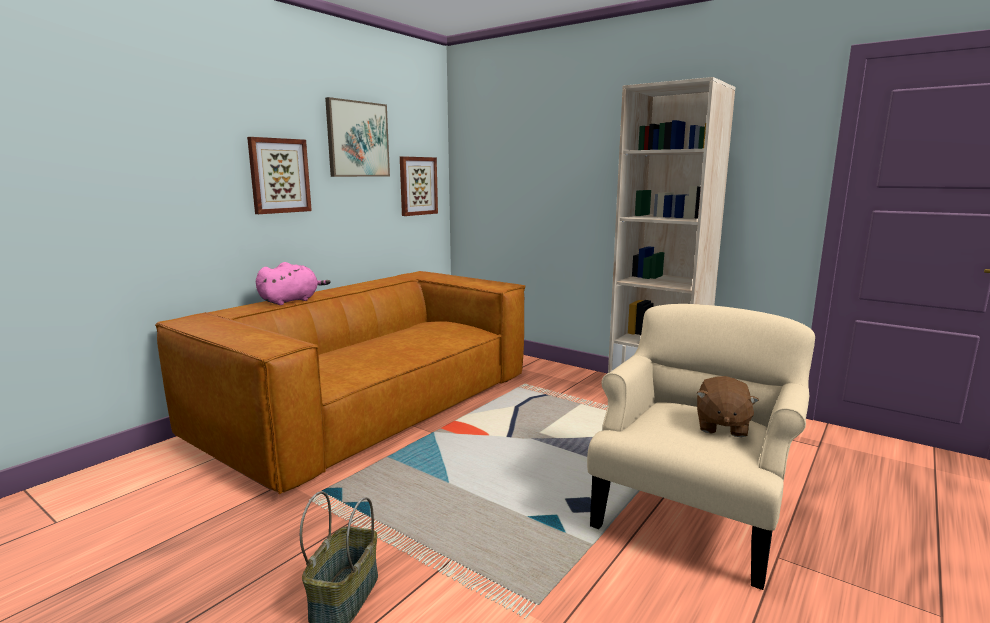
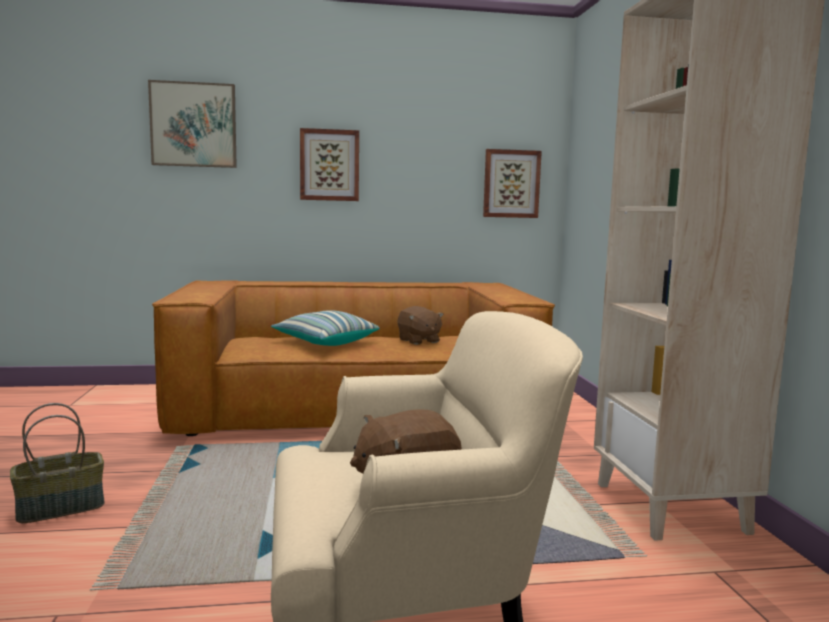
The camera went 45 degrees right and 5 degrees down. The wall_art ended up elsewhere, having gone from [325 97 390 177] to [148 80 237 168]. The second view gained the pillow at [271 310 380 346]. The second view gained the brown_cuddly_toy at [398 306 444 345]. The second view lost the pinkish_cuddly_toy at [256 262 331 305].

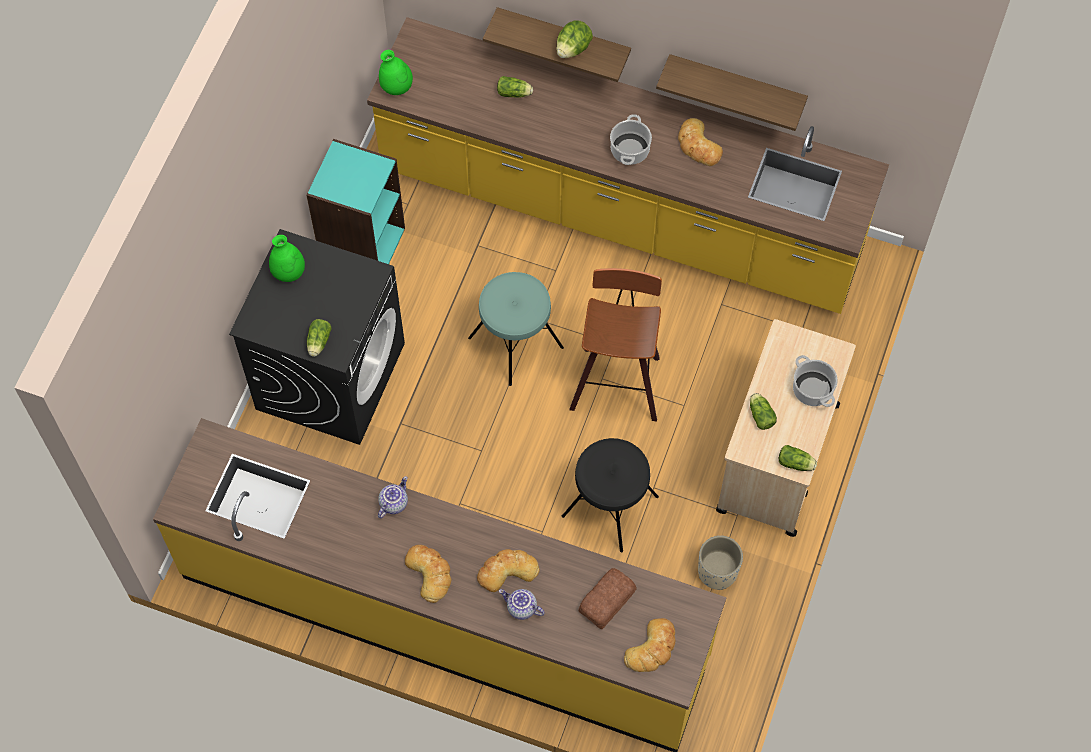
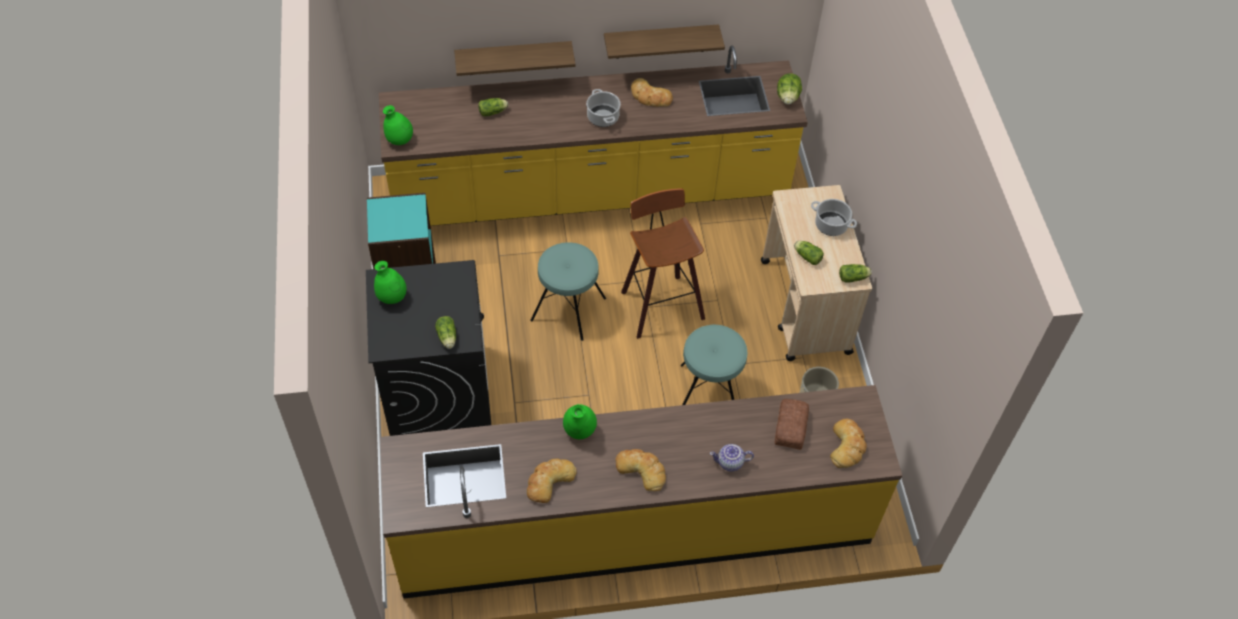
The camera went 30 degrees left and 10 degrees down. The baked_bread ended up elsewhere, having gone from [477 549 540 592] to [527 459 577 503]. Where the tea_pot stood at [378 476 408 518], the green_decorative_vase came to stand at [563 404 597 439]. What was the blackish_sitting_stool at [562 438 659 552] turned into the turquoise-coloured_sitting_stool at [681 325 748 405]. The lettuce ended up elsewhere, having gone from [556 20 593 58] to [777 73 802 105].

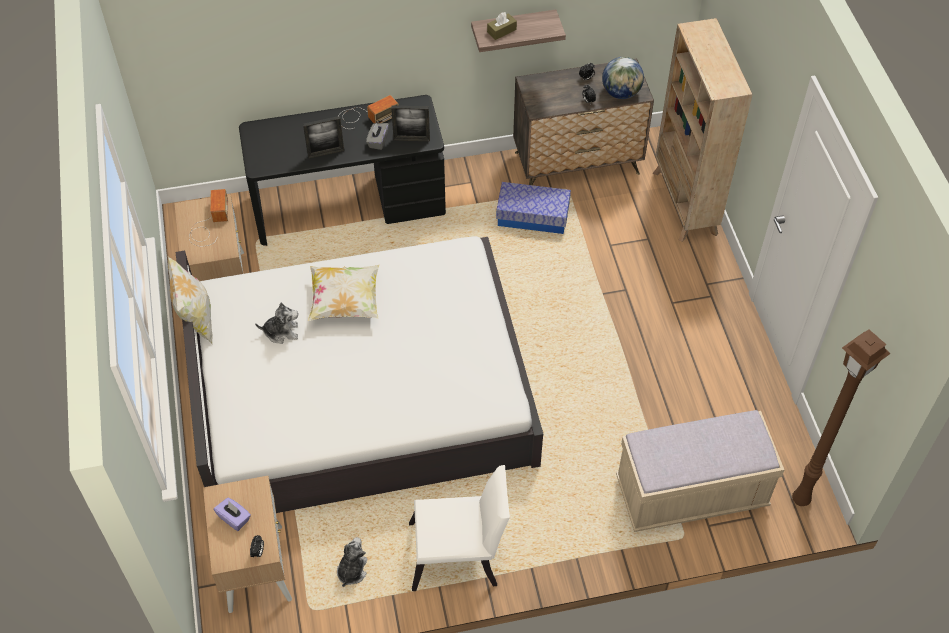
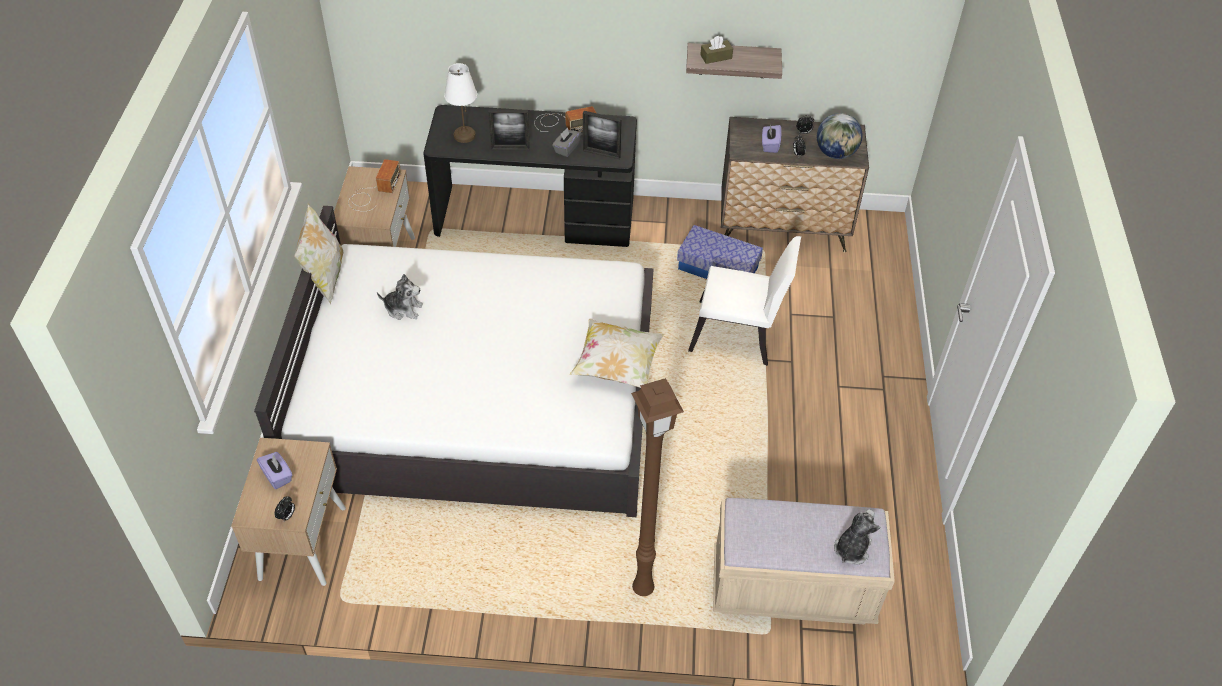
The camera went 15 degrees right and 5 degrees down. The second view gained the whitish_tabletop_lamp at [444 63 477 143]. The pillow ended up elsewhere, having gone from [308 265 379 321] to [570 319 664 388]. The brown_standing_lamp ended up elsewhere, having gone from [792 330 891 506] to [631 378 684 596]. The whitish_upright_chair ended up elsewhere, having gone from [409 465 510 591] to [688 236 801 366]. The second view gained the purple_tissue_box at [762 124 781 153]. The cuddly_toy ended up elsewhere, having gone from [337 537 367 587] to [834 509 880 565]. The second view lost the sand-coloured_bookcase at [653 18 753 242].

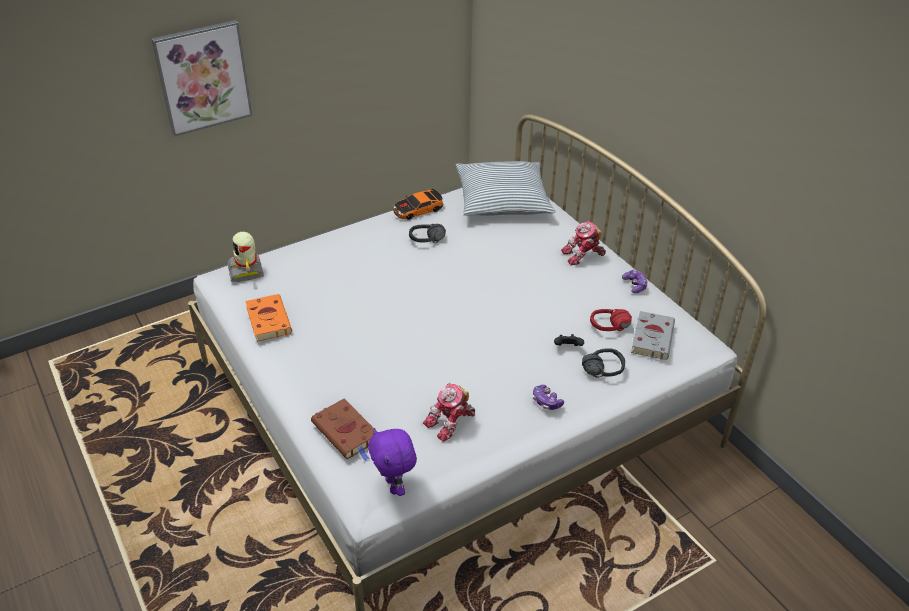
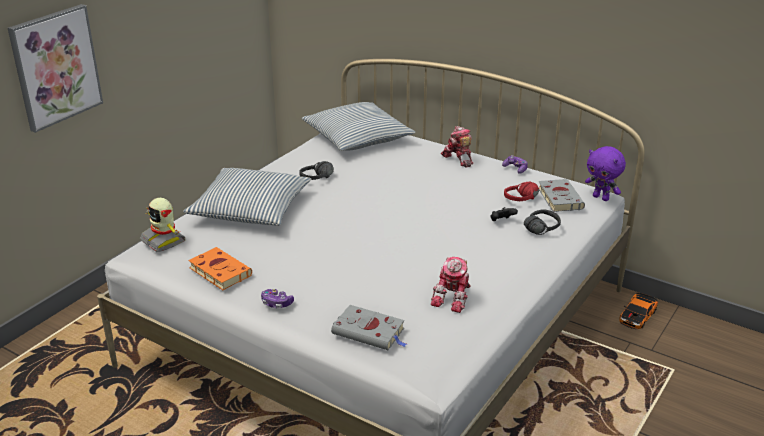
The camera went 25 degrees left and 10 degrees down. The second view gained the pillow at [183 168 311 226]. The game_controller ended up elsewhere, having gone from [533 384 564 410] to [261 289 294 308]. What was the brown_bound_book at [311 399 374 461] turned into the grey_bound_book at [331 305 407 350]. The toy_robot at [561 221 606 266] ended up facing another way, 105 degrees clockwise from before. The purple_cuddly_toy ended up elsewhere, having gone from [368 428 417 496] to [585 146 626 201]. The toy_car ended up elsewhere, having gone from [393 189 443 220] to [619 293 658 329].

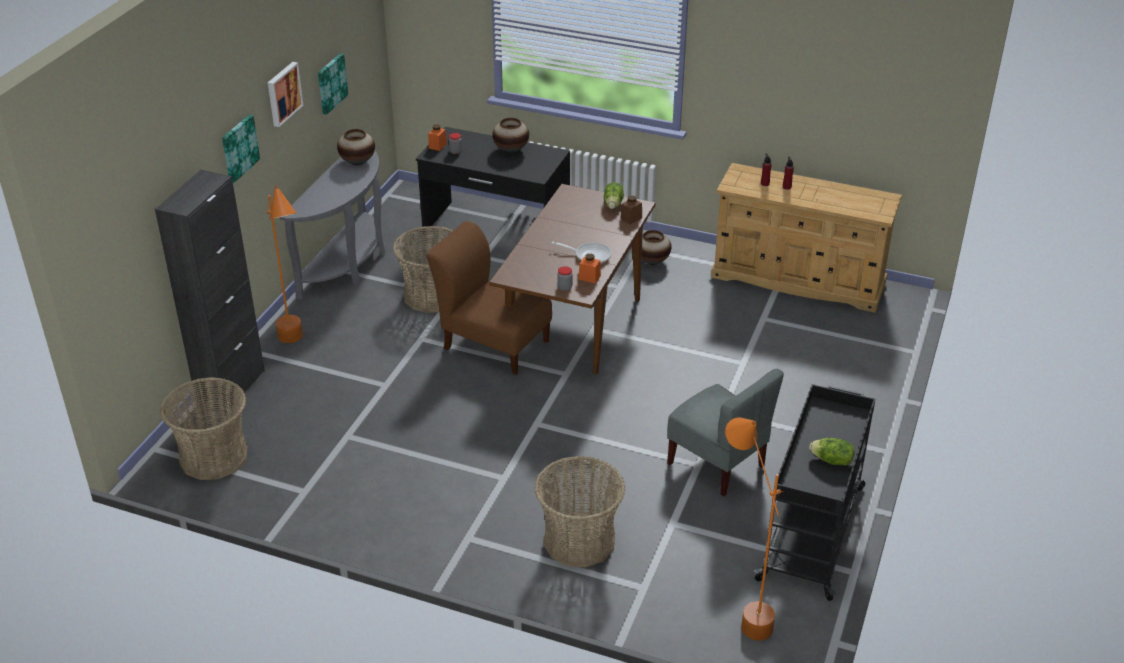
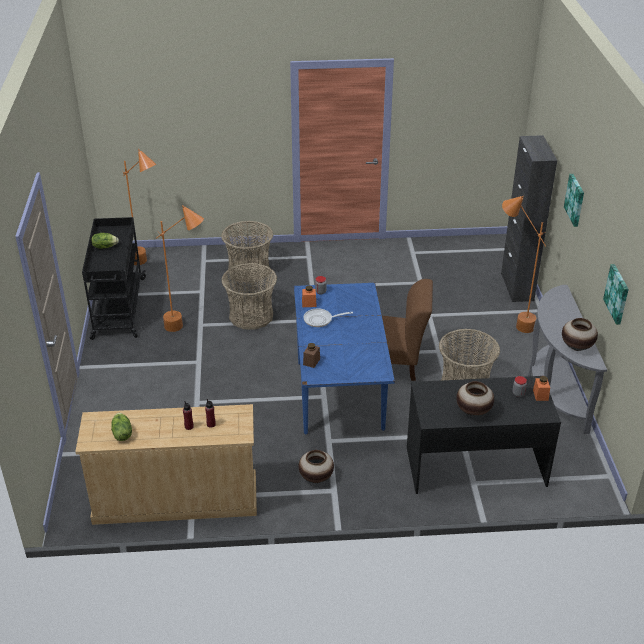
The camera went 155 degrees right and 0 degrees up. The lettuce ended up elsewhere, having gone from [604 182 624 209] to [111 413 132 441]. Where the grey_upright_chair stood at [667 369 784 496], the orangey_standing_lamp came to stand at [156 205 204 332]. The storage_basket ended up elsewhere, having gone from [160 377 248 480] to [221 263 277 330]. What was the brown_kitchen_table at [489 184 656 375] turned into the blue_kitchen_table at [294 283 395 434]. The second view lost the wall_art at [268 62 304 127].

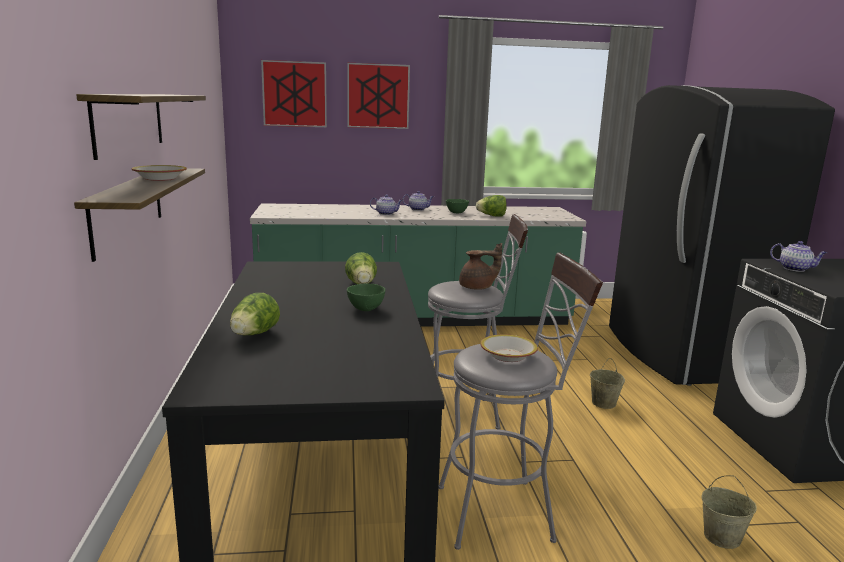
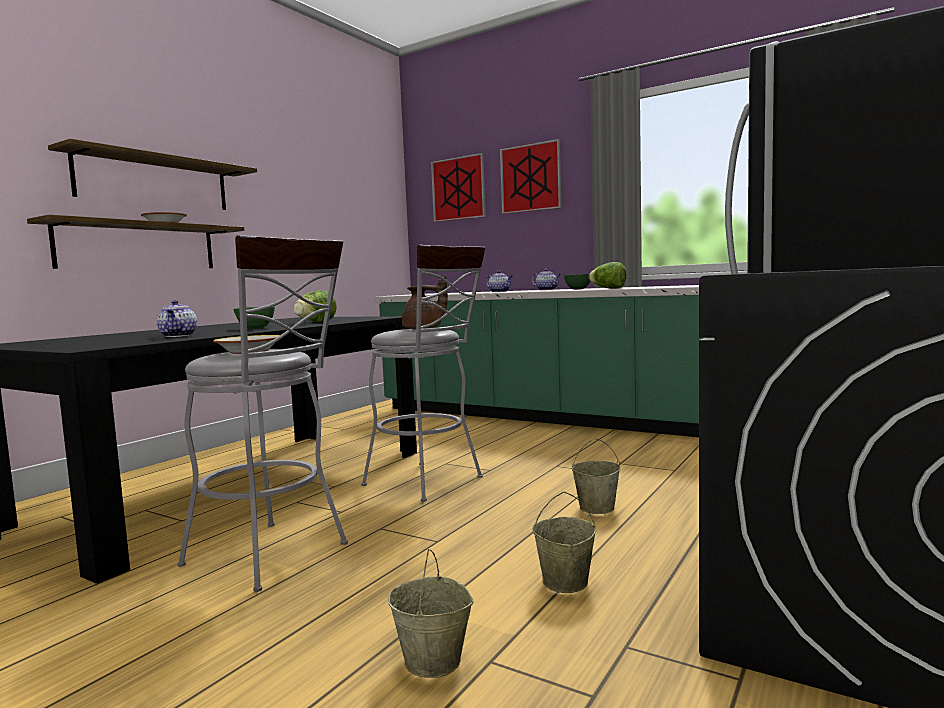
The camera went 40 degrees right and 10 degrees down. The tea_pot ended up elsewhere, having gone from [770 241 827 272] to [157 300 197 337]. The second view gained the sand-coloured_water_bucket at [532 492 597 593]. The second view lost the lettuce at [230 293 280 335].

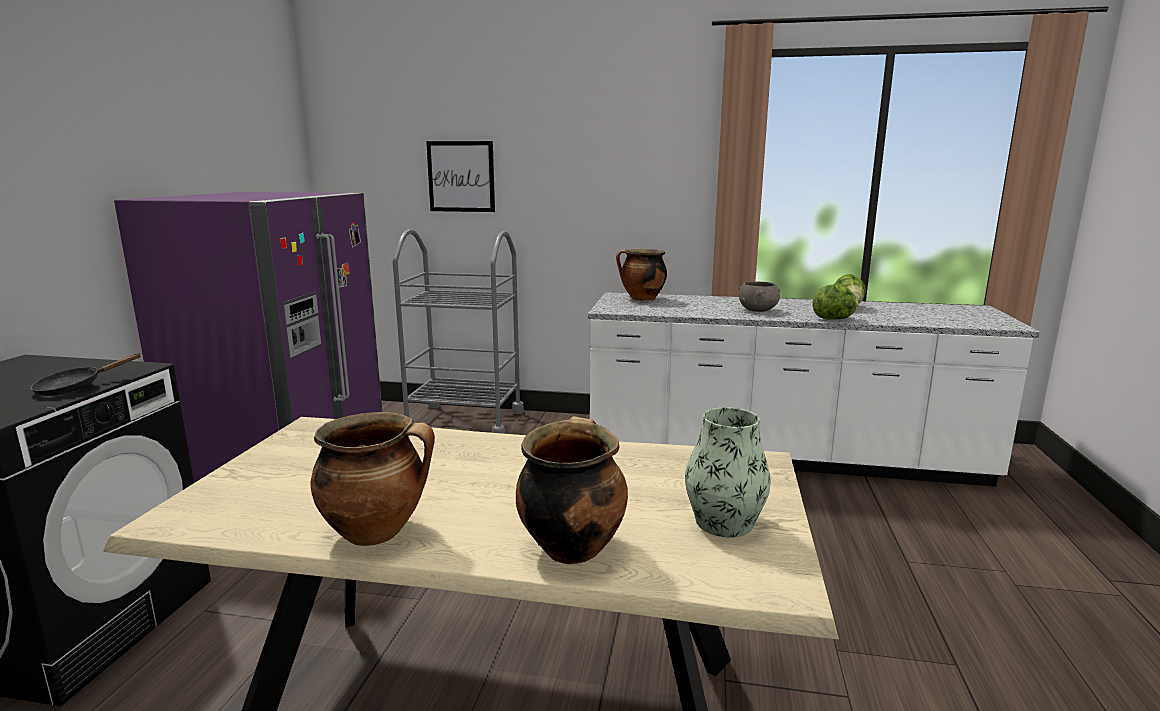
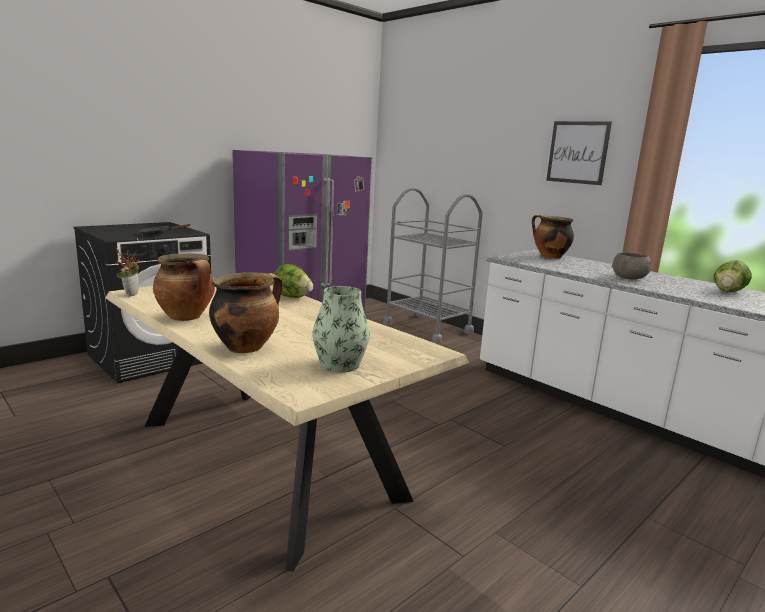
The camera went 35 degrees right and 0 degrees up. The second view gained the houseplant at [116 248 139 297]. The lettuce ended up elsewhere, having gone from [812 284 859 320] to [272 264 313 298]. The wall_art ended up elsewhere, having gone from [426 141 495 212] to [546 121 612 185].

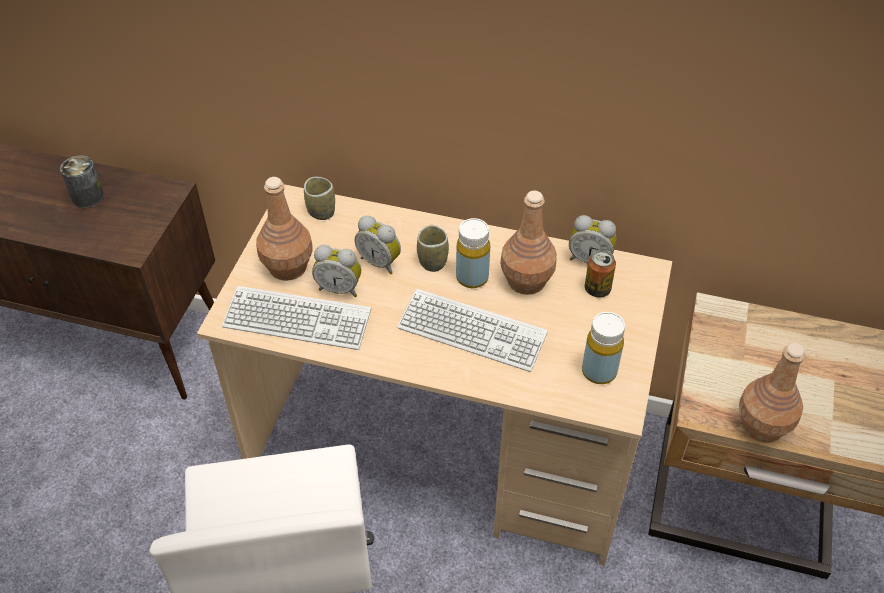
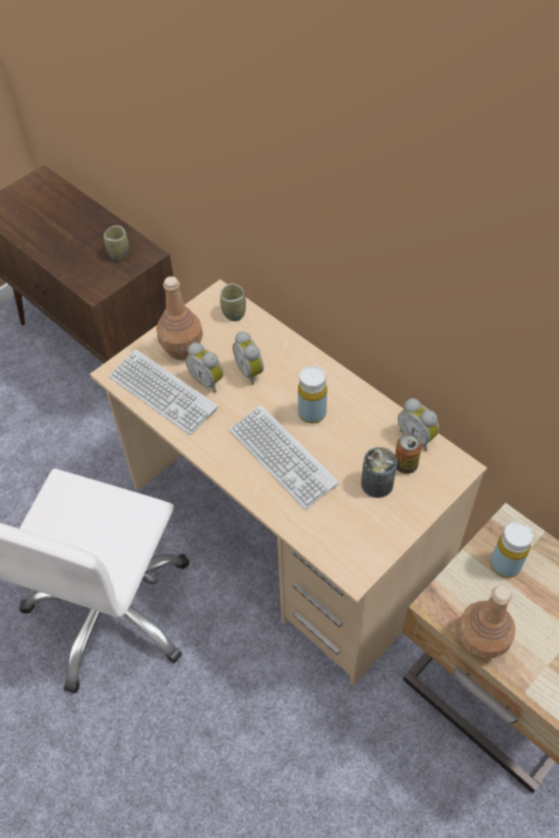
The camera went 30 degrees right and 5 degrees up. The small_cup ended up elsewhere, having gone from [417 225 449 272] to [104 225 129 260]. The metal_can ended up elsewhere, having gone from [60 156 104 208] to [361 447 397 498]. The yellowish_drink_bottle ended up elsewhere, having gone from [582 312 625 384] to [491 522 533 578]. The second view lost the brown_drink_bottle at [500 190 557 295].

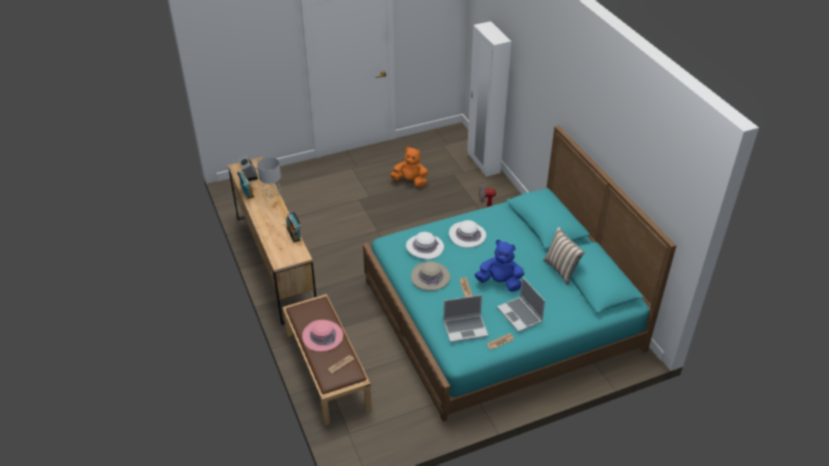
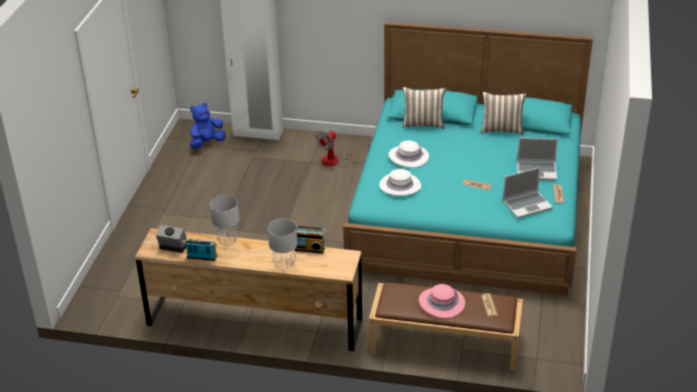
The camera went 55 degrees left and 5 degrees down. The blue_cuddly_toy ended up elsewhere, having gone from [475 240 524 292] to [190 103 226 149]. The second view gained the grey_tabletop_lamp at [268 219 297 271]. The second view gained the pillow at [402 87 446 129]. The portable_computer at [443 295 488 343] ended up facing another way, 45 degrees clockwise from before. The second view lost the orangey_cuddly_toy at [390 146 428 187]. The second view lost the sand-coloured_clothing_hat at [411 261 450 291].

